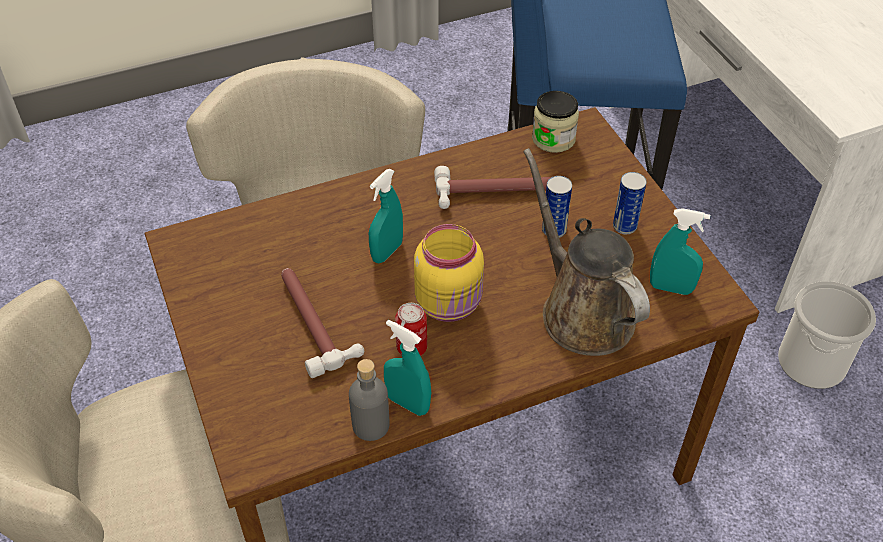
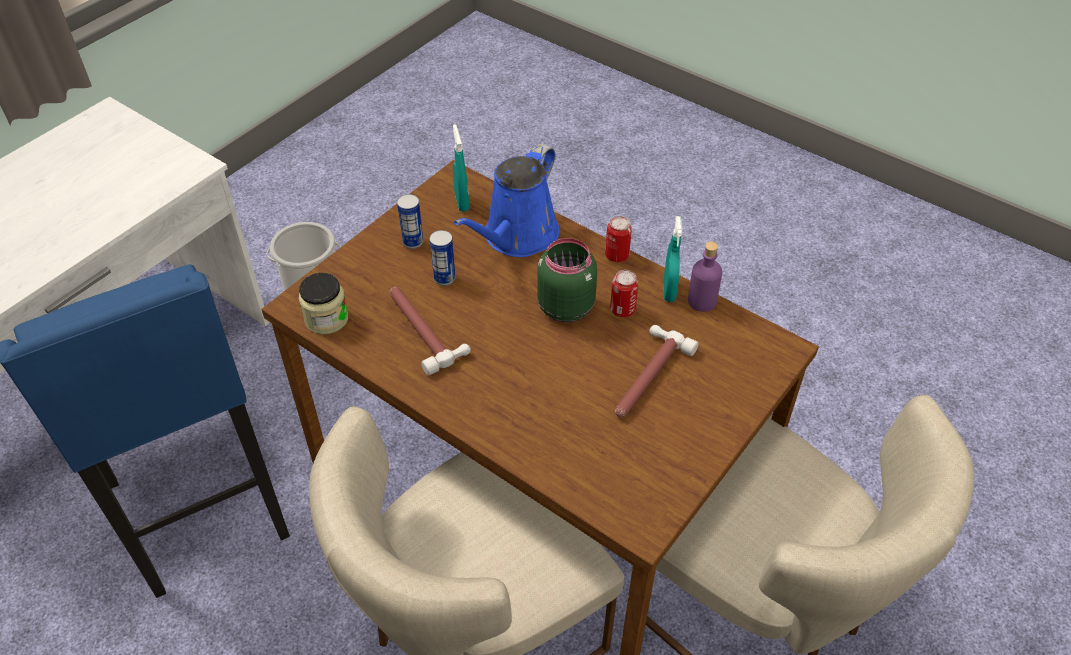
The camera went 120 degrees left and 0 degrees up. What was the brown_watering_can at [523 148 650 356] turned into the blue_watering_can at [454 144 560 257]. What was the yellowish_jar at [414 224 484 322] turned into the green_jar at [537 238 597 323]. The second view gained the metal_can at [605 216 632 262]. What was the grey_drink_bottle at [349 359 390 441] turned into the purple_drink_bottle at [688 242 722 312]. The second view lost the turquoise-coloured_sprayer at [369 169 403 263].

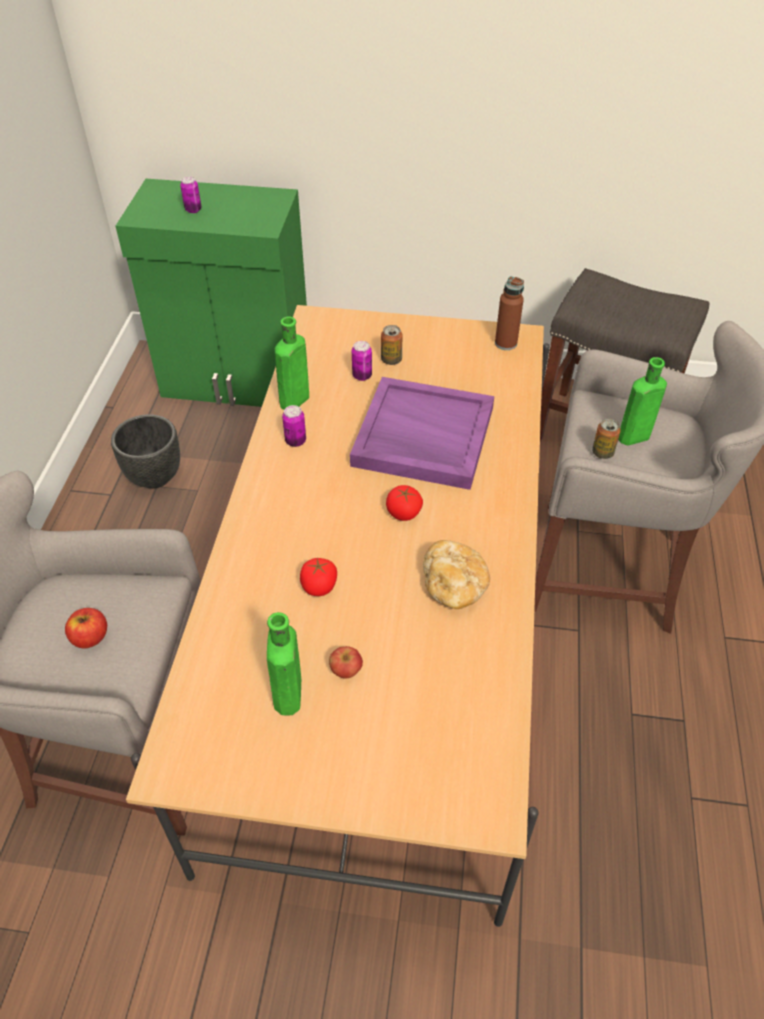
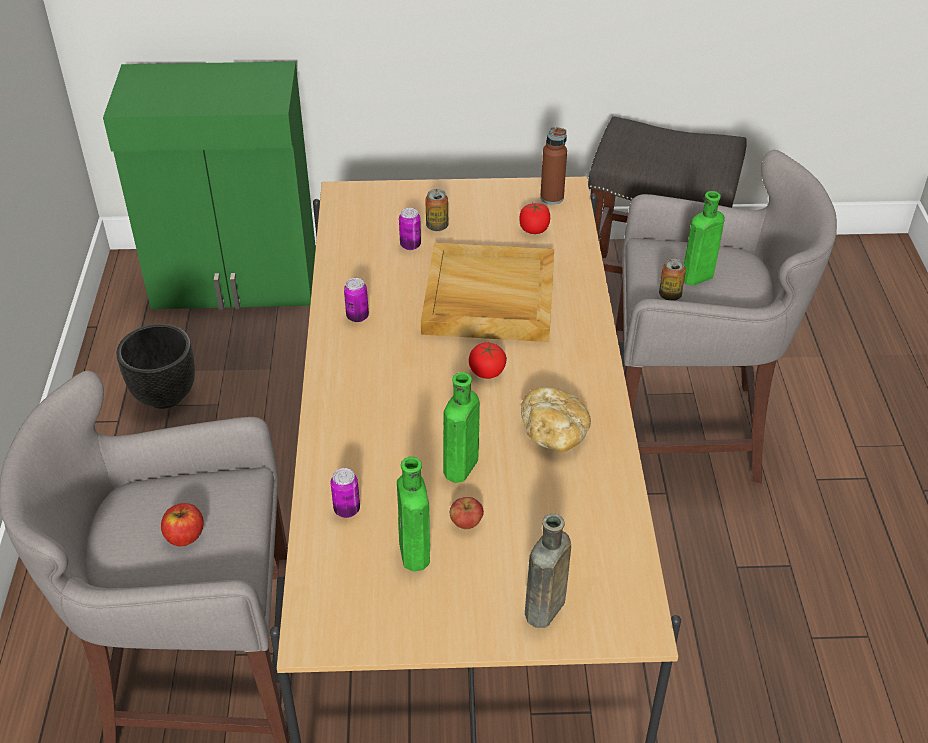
The camera went 10 degrees left and 5 degrees down. The metal_can ended up elsewhere, having gone from [180 176 201 213] to [330 468 360 518]. What was the purple_serving_tray at [350 377 494 490] turned into the sand-coloured_serving_tray at [421 243 554 342]. The green_drink_bottle ended up elsewhere, having gone from [274 316 309 410] to [443 372 480 483]. The tomato ended up elsewhere, having gone from [300 558 337 596] to [519 203 550 234]. The second view gained the brown_drink_bottle at [525 514 571 628].

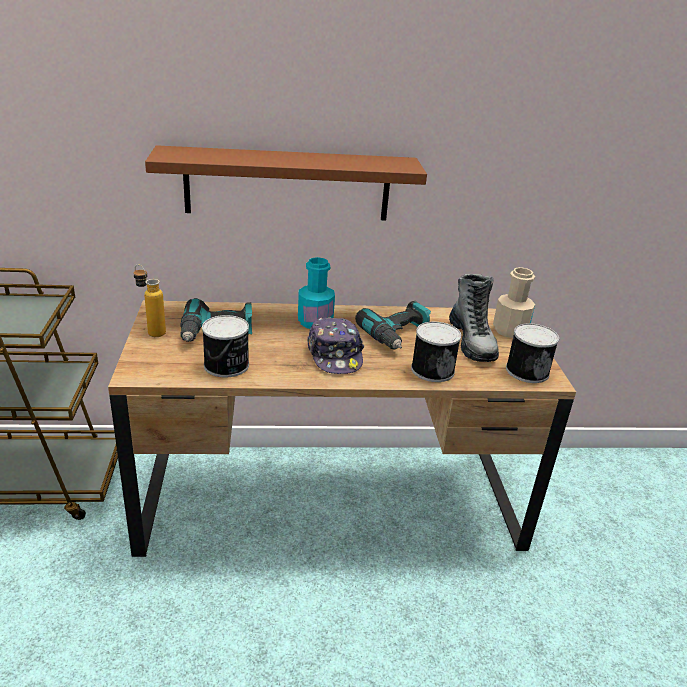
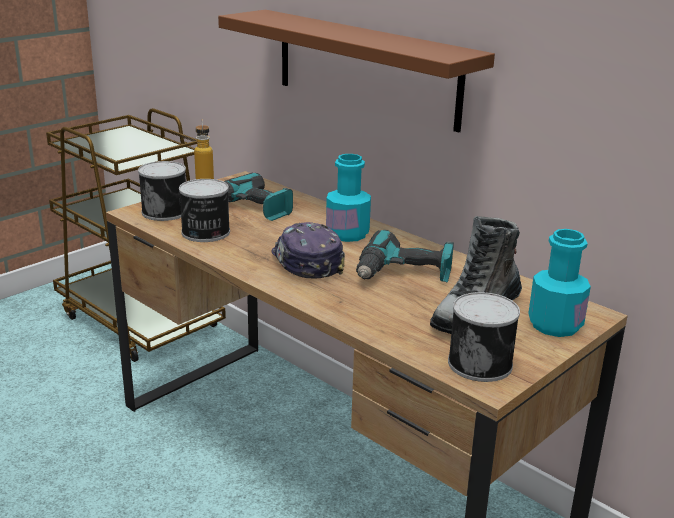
The camera went 50 degrees right and 5 degrees down. The metal_can ended up elsewhere, having gone from [411 322 461 382] to [138 161 186 221]. The peaked_cap at [307 317 364 374] ended up facing another way, 120 degrees clockwise from before. What was the sand-coloured_drink_bottle at [493 267 535 338] turned into the turquoise-coloured_drink_bottle at [528 229 591 337].

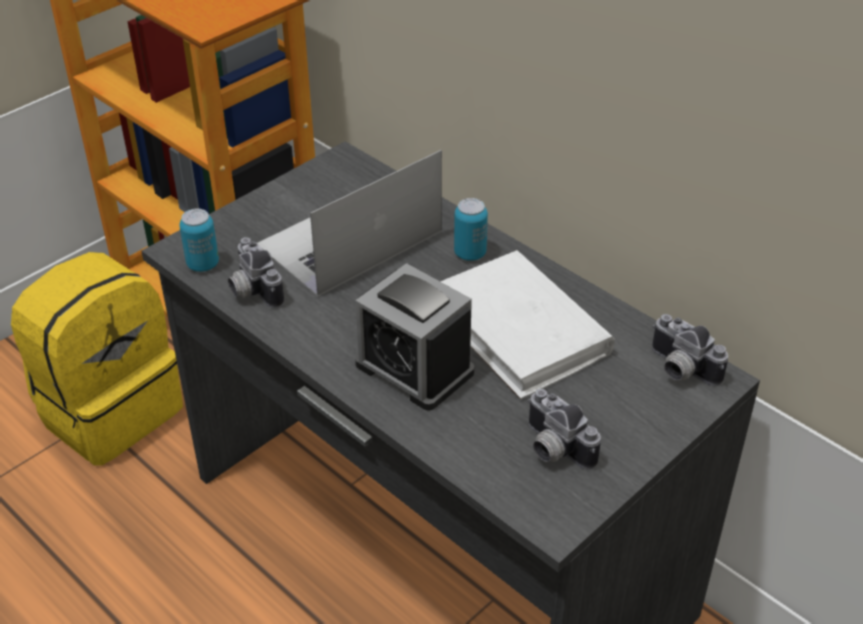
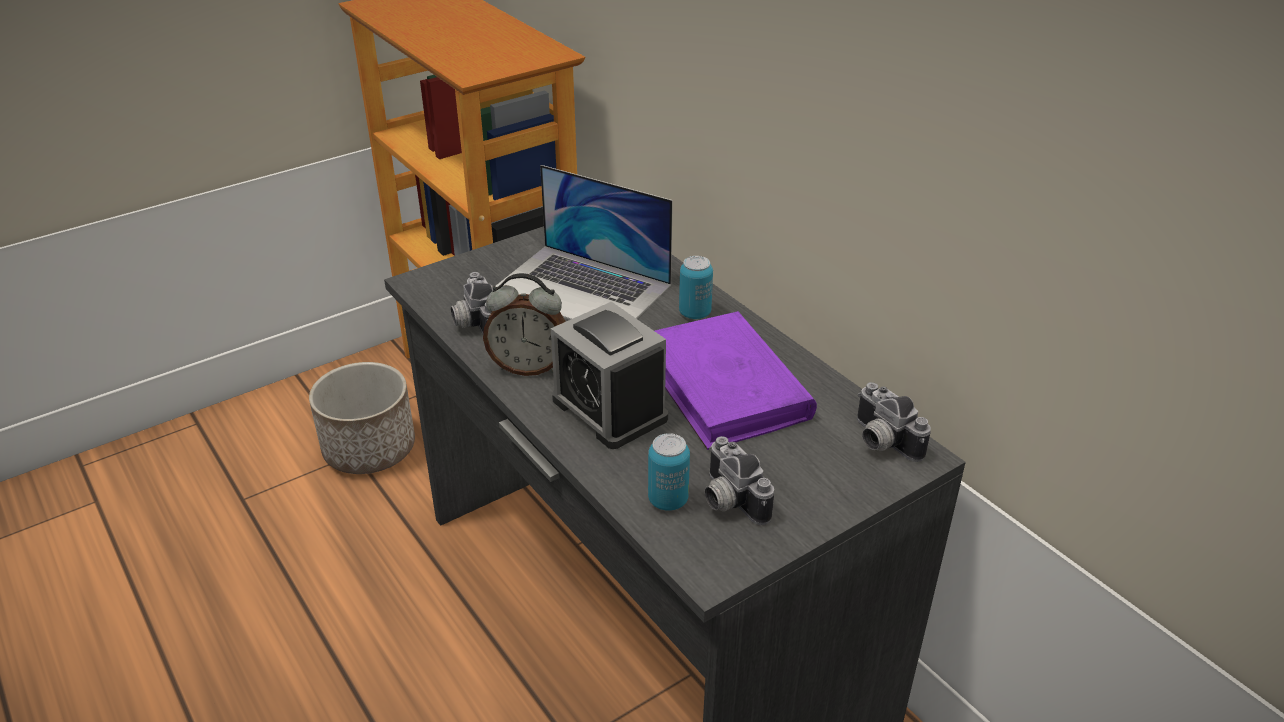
The camera went 10 degrees right and 5 degrees down. Where the yellowish_rucksack stood at [11 252 183 466], the flower_pot came to stand at [309 362 415 474]. The second view gained the bedside_clock at [483 273 566 376]. The portable_computer at [258 150 442 296] ended up facing another way, 120 degrees counterclockwise from before. The metal_can ended up elsewhere, having gone from [179 209 219 272] to [648 433 690 511]. What was the whitish_bound_book at [440 250 615 400] turned into the purple_bound_book at [655 311 817 450].

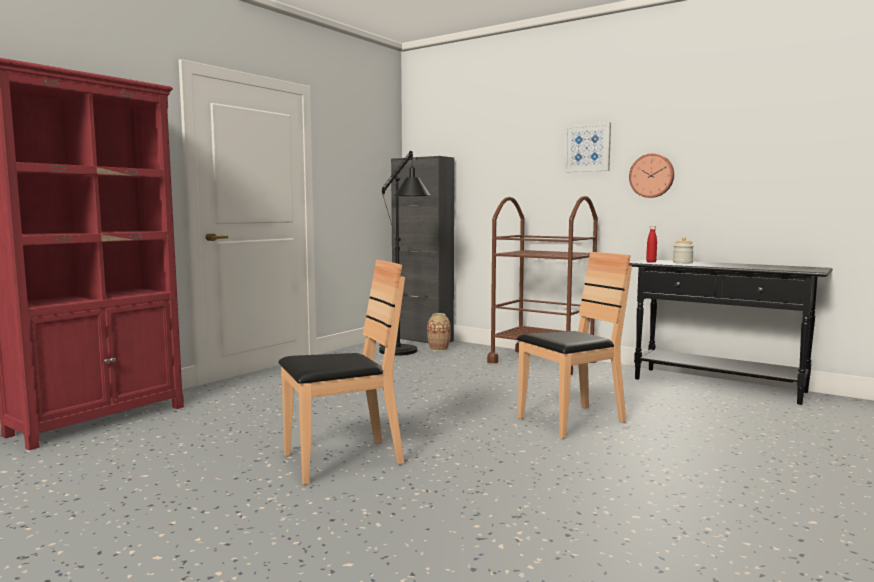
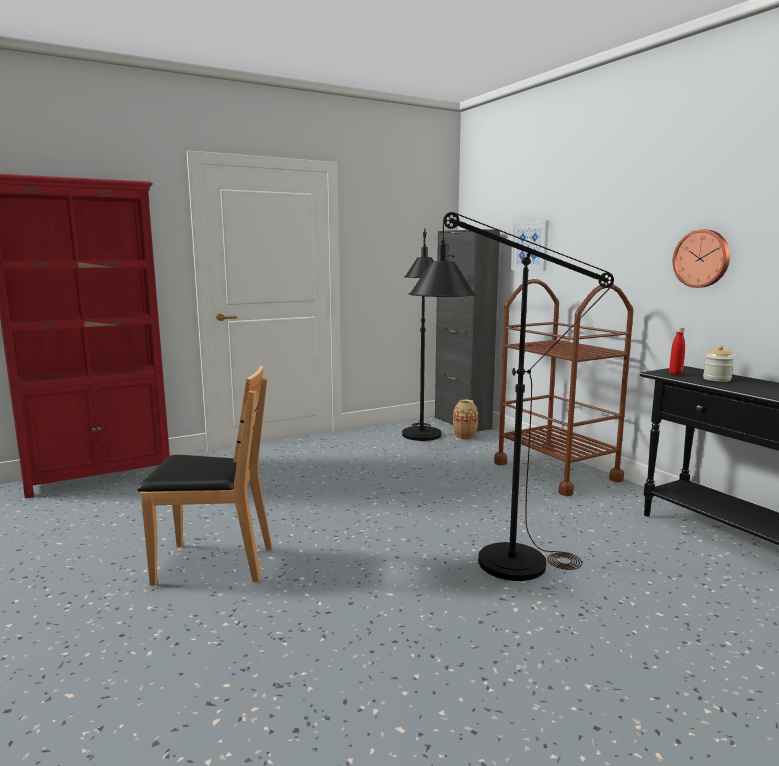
The camera went 25 degrees right and 5 degrees up. Where the brown_upright_chair stood at [517 252 632 439], the blackish_standing_lamp came to stand at [408 212 614 581]. The wall_art ended up elsewhere, having gone from [564 122 611 172] to [511 220 549 271].

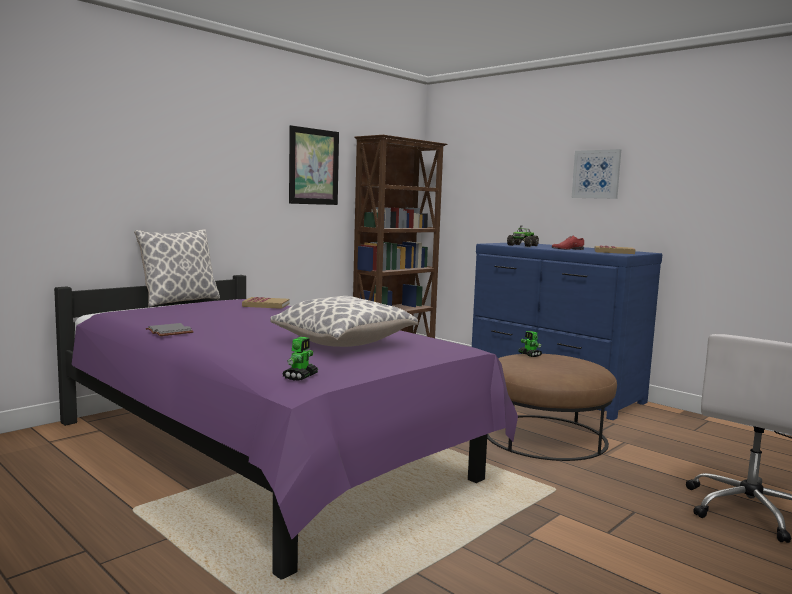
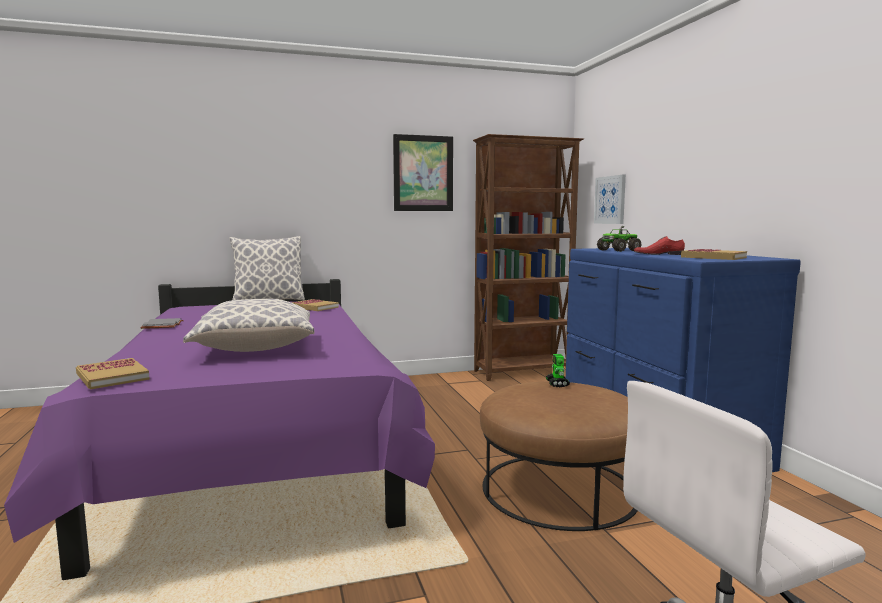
The camera went 30 degrees right and 0 degrees up. Where the toy_robot stood at [282 337 318 381], the bound_book came to stand at [76 358 150 389]. The wall_art ended up elsewhere, having gone from [572 149 621 199] to [594 175 626 224].

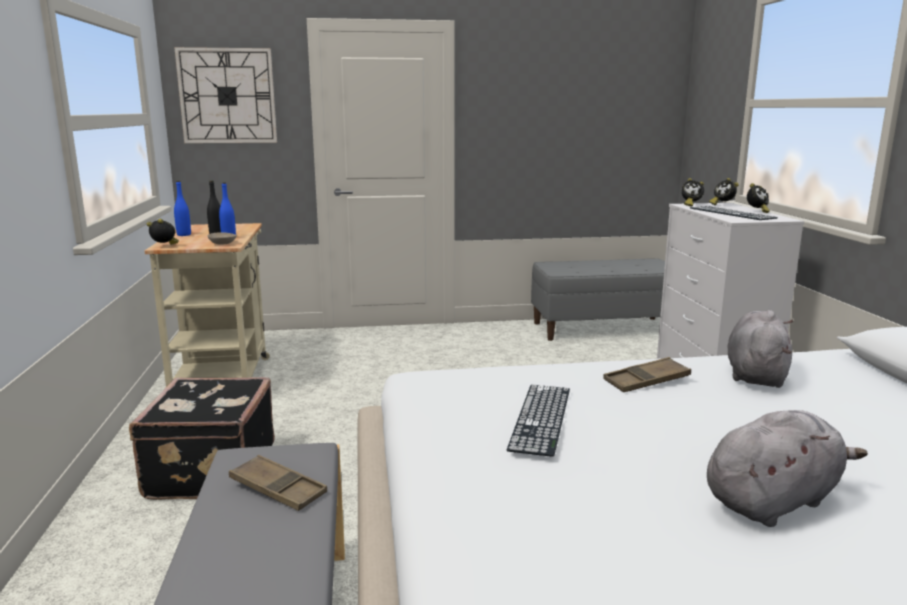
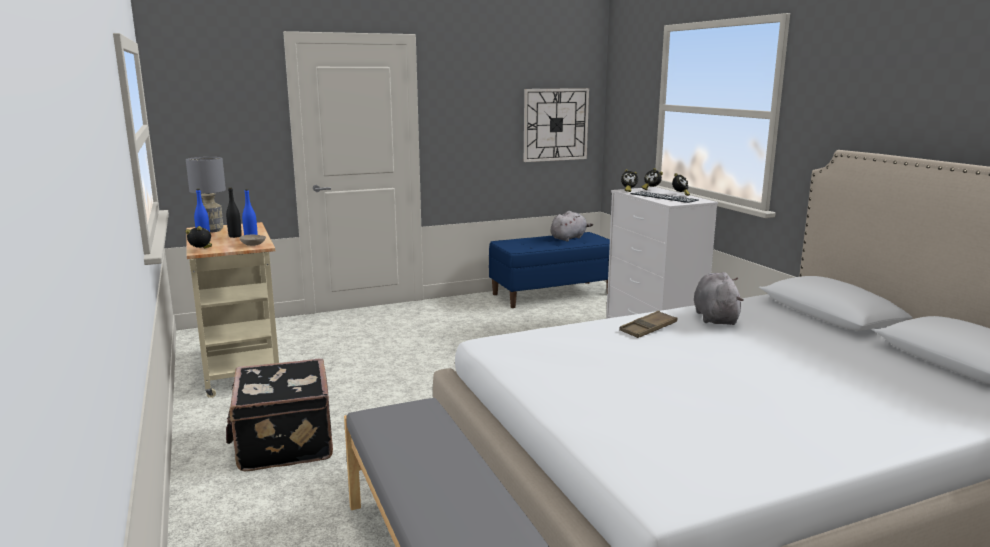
The camera went 15 degrees left and 0 degrees up. The second view gained the grey_tabletop_lamp at [186 157 226 233]. What was the grey_indoor_bench at [531 258 665 341] turned into the blue_indoor_bench at [489 232 610 308]. The wall_clock ended up elsewhere, having gone from [174 47 277 143] to [524 88 589 162]. The grey_cuddly_toy ended up elsewhere, having gone from [707 410 868 527] to [551 211 593 242]. The second view lost the brown_serving_tray at [229 455 327 511]. The second view lost the computer_keyboard at [507 385 570 457].

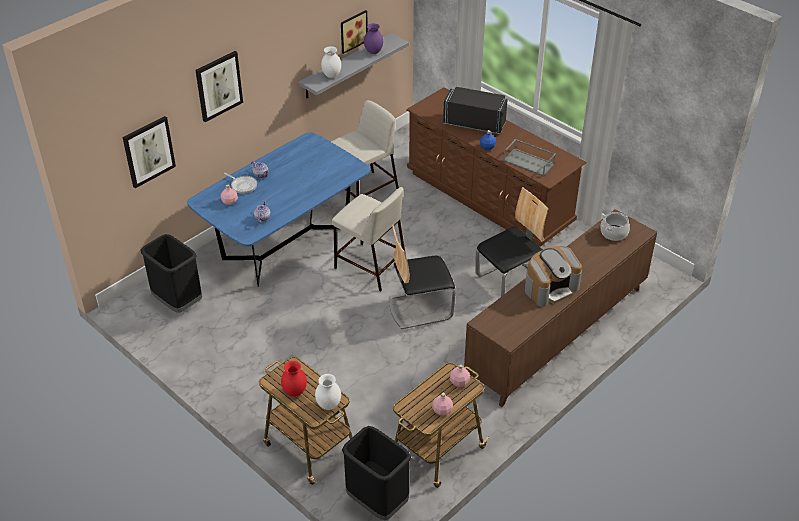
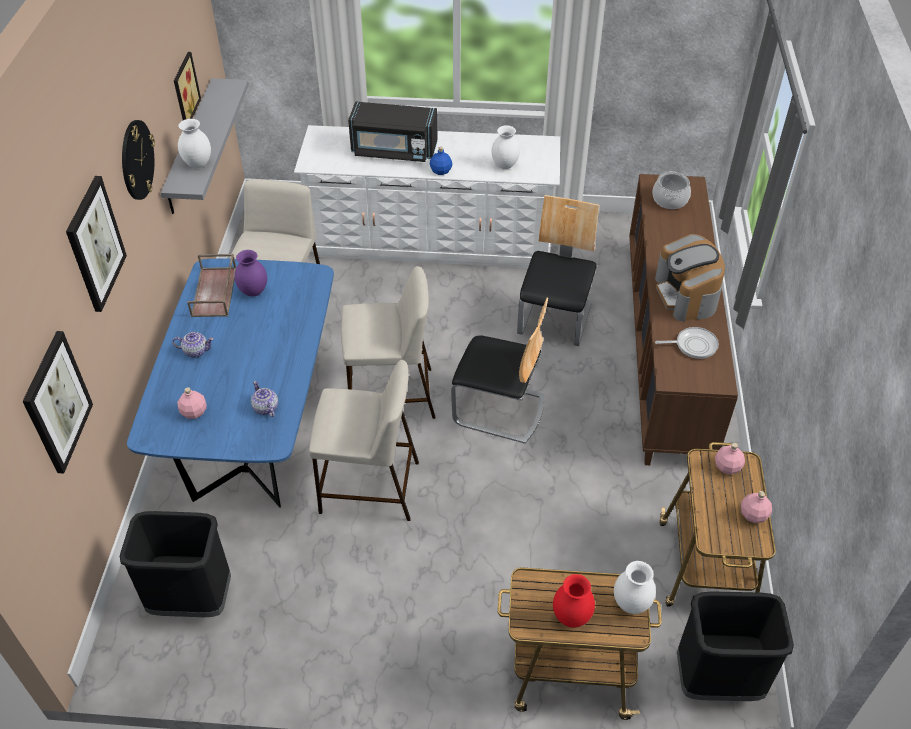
The camera went 40 degrees left and 5 degrees up. The second view gained the wall_clock at [122 120 155 200]. The second view gained the brown_serving_tray at [187 254 236 317]. The purple_decorative_vase ended up elsewhere, having gone from [364 23 383 54] to [234 250 267 297]. What was the brown_dresser at [406 87 586 247] turned into the whitish_dresser at [294 125 560 268]. The second view gained the sand-coloured_sitting_stool at [309 360 419 521]. The blackish_kitchen_microwave at [443 87 508 134] ended up facing another way, 150 degrees counterclockwise from before. The upright_chair at [389 225 455 329] ended up facing another way, 105 degrees counterclockwise from before. Where the grey_serving_tray stood at [503 139 556 176], the whitish_decorative_vase came to stand at [492 125 520 169]. The coffee_brewer at [525 246 582 306] ended up facing another way, 150 degrees clockwise from before. The pan ended up elsewhere, having gone from [224 173 257 194] to [655 327 719 359].

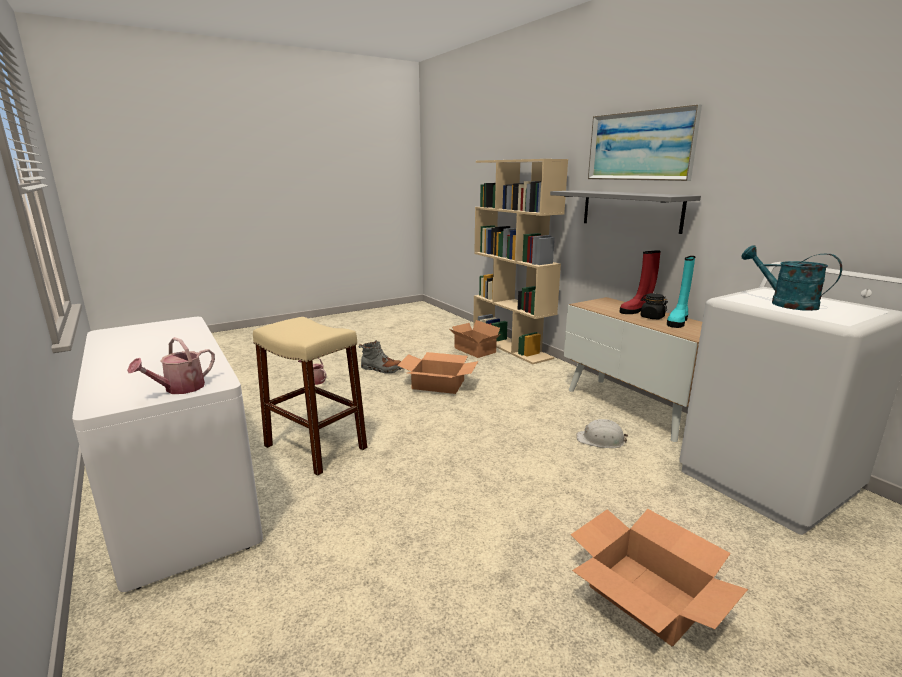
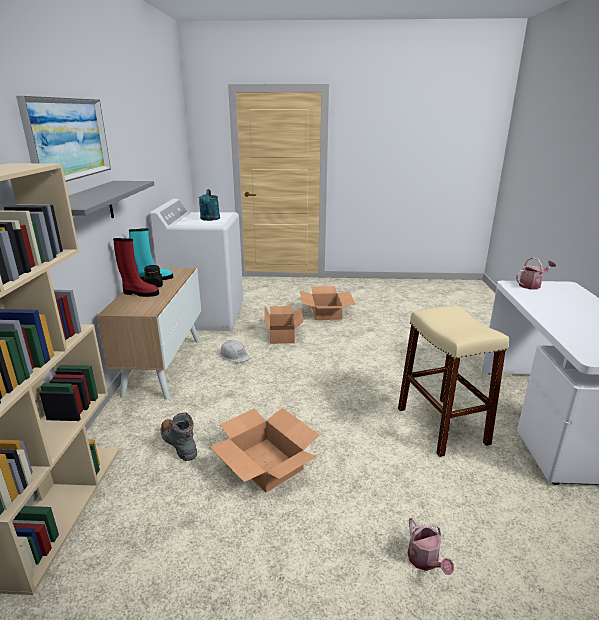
The camera went 145 degrees left and 5 degrees up. The grey_boot ended up elsewhere, having gone from [358 340 403 373] to [160 412 197 461]. The packing_box ended up elsewhere, having gone from [448 320 500 358] to [264 306 303 344].

